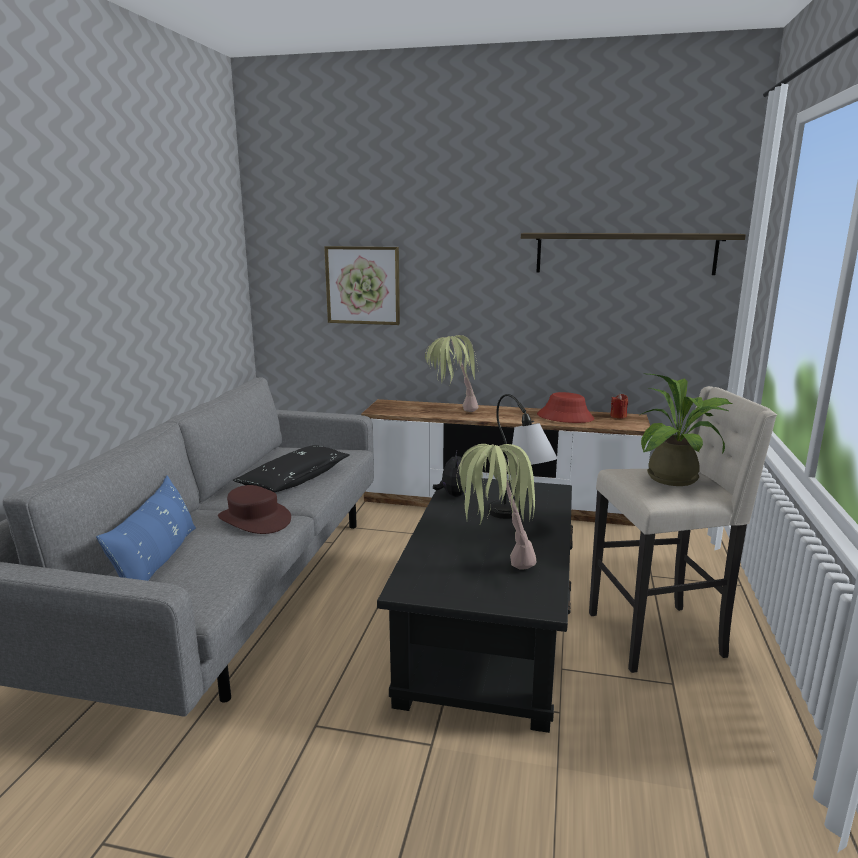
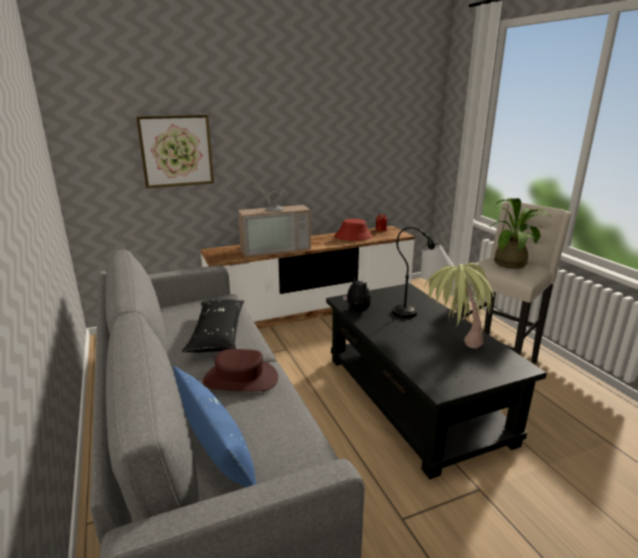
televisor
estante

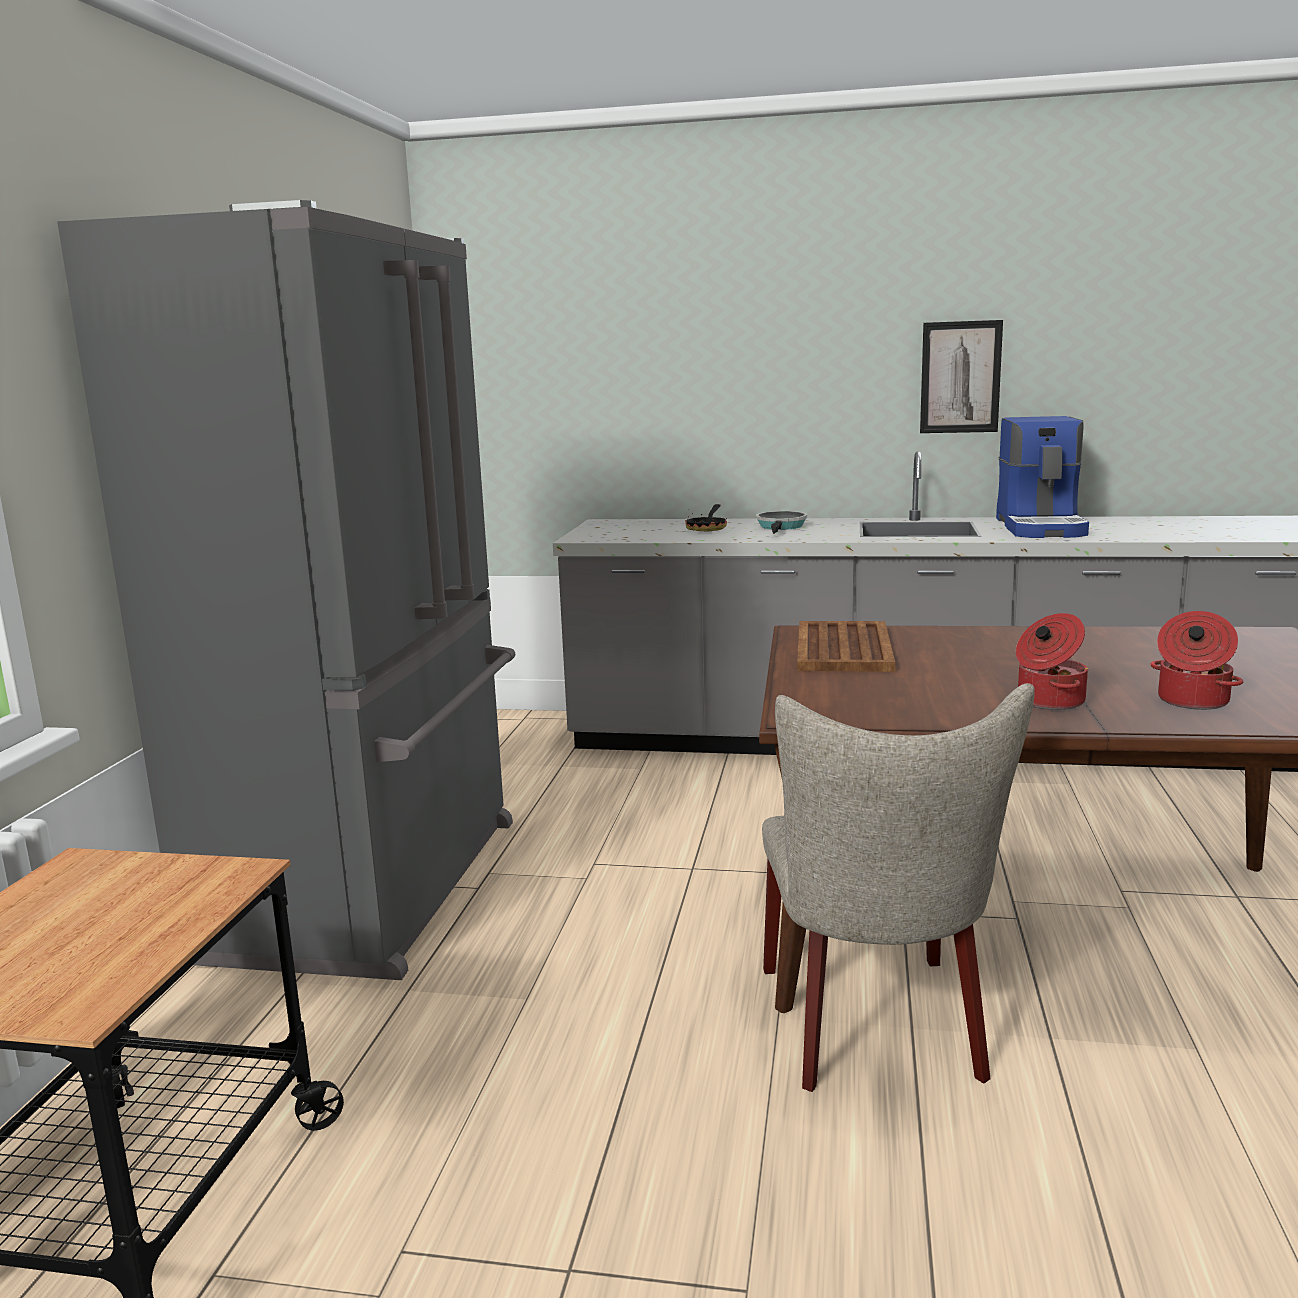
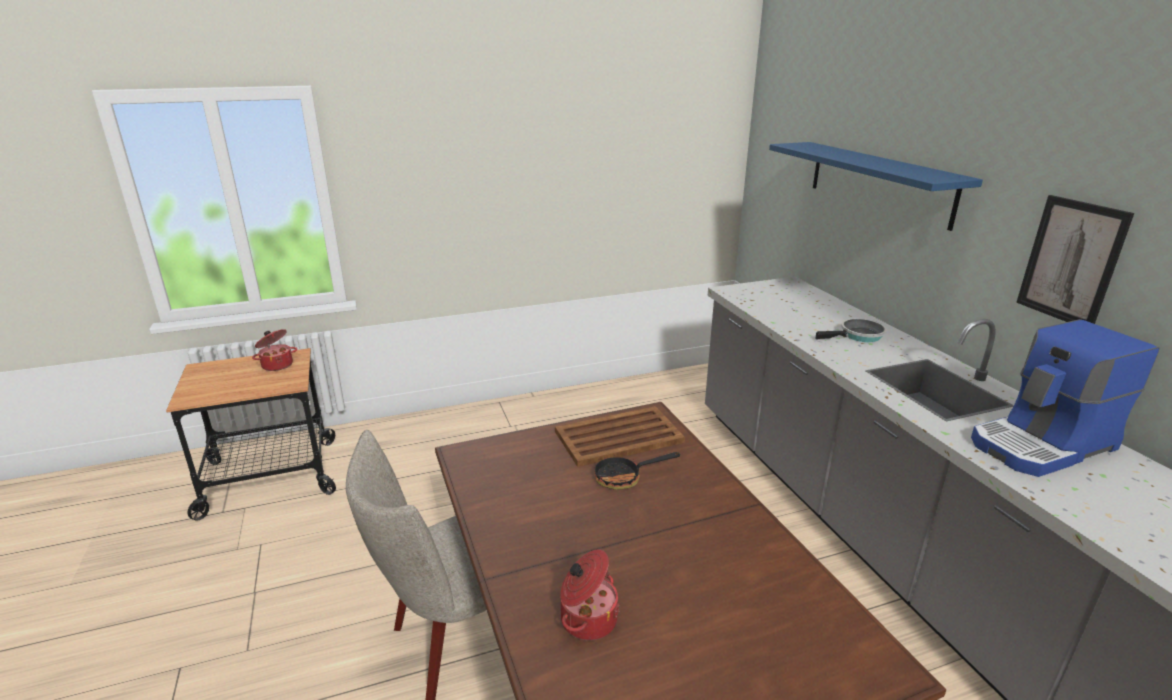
nevera (gris)
sartén (no. 1 from left)
olla (no. 1 from left)
estante (azul)

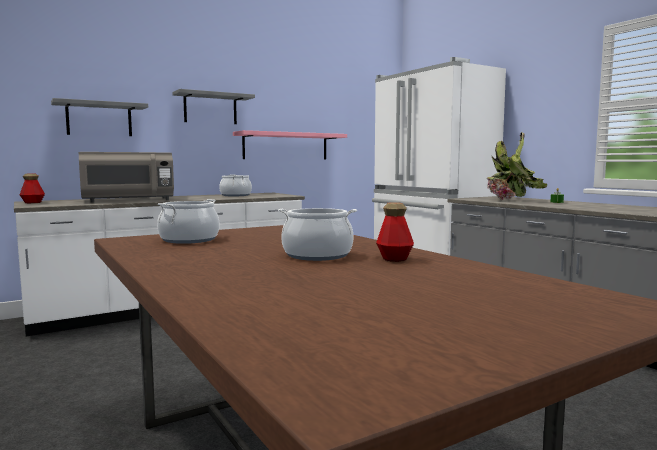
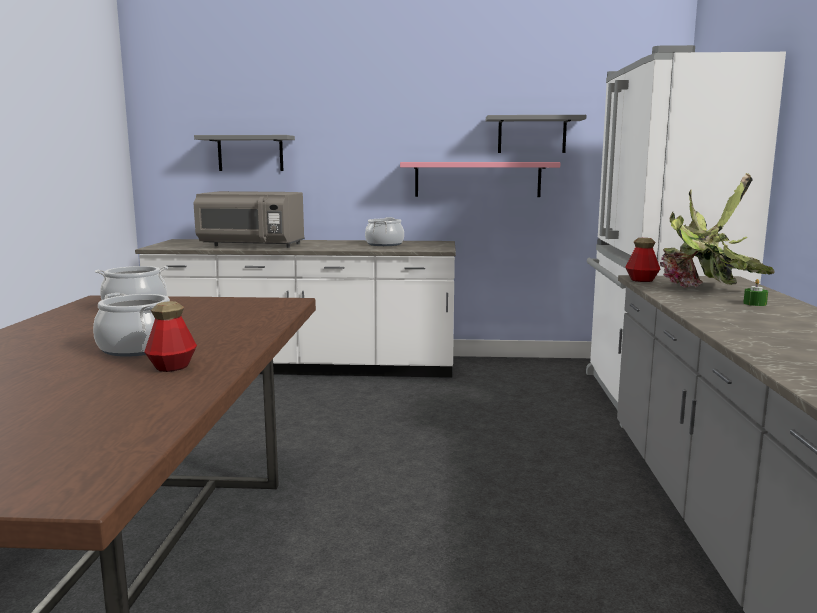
botella (no. 2 from left)
estante (gris) (no. 2 from left)

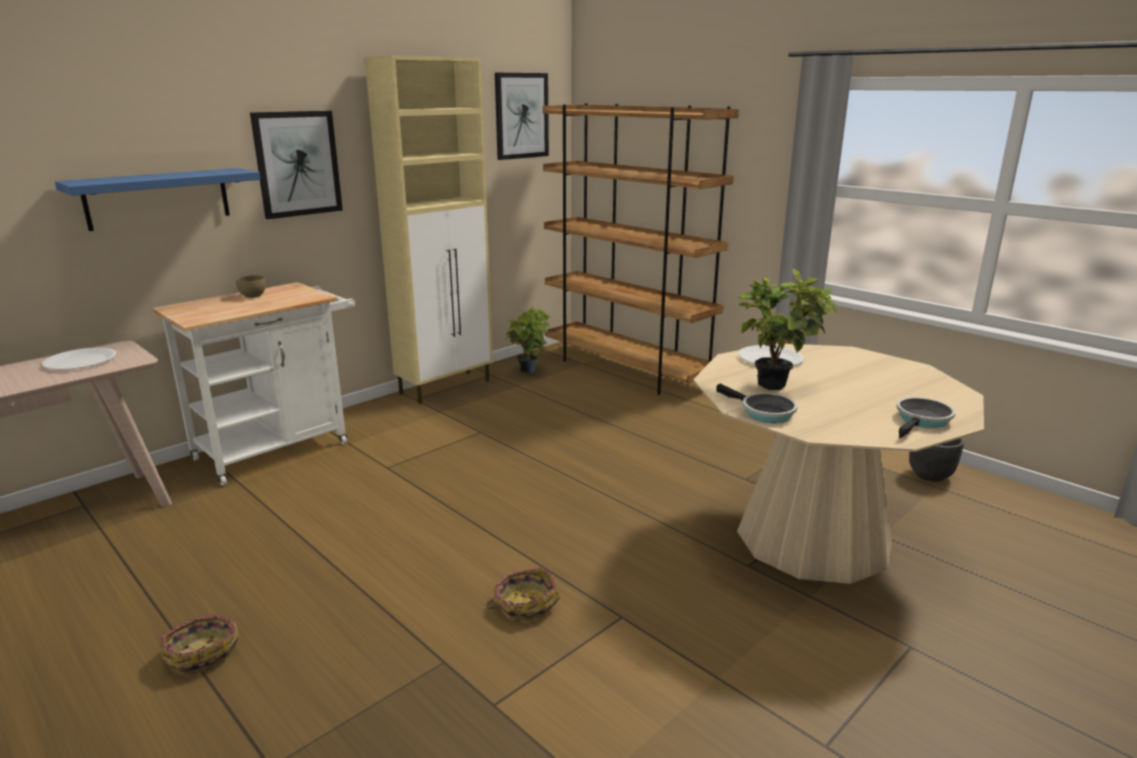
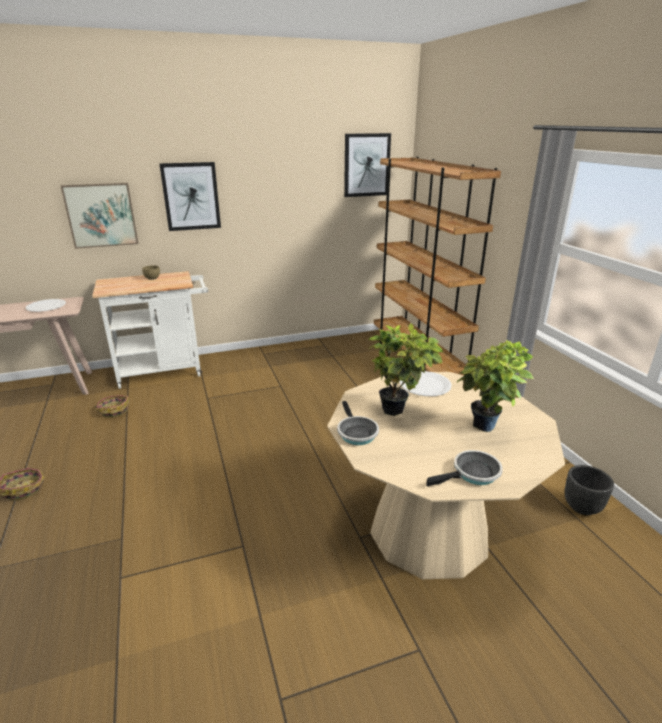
cuadro (no. 1 from left)
armario (beis)
cesta (no. 2 from left)
planta en maceta (no. 2 from left)

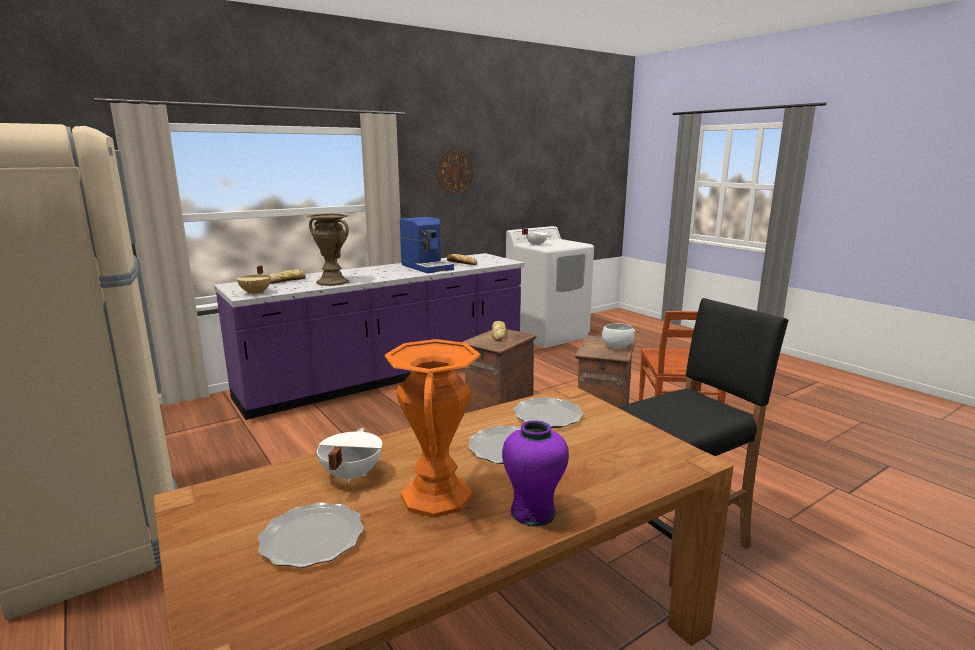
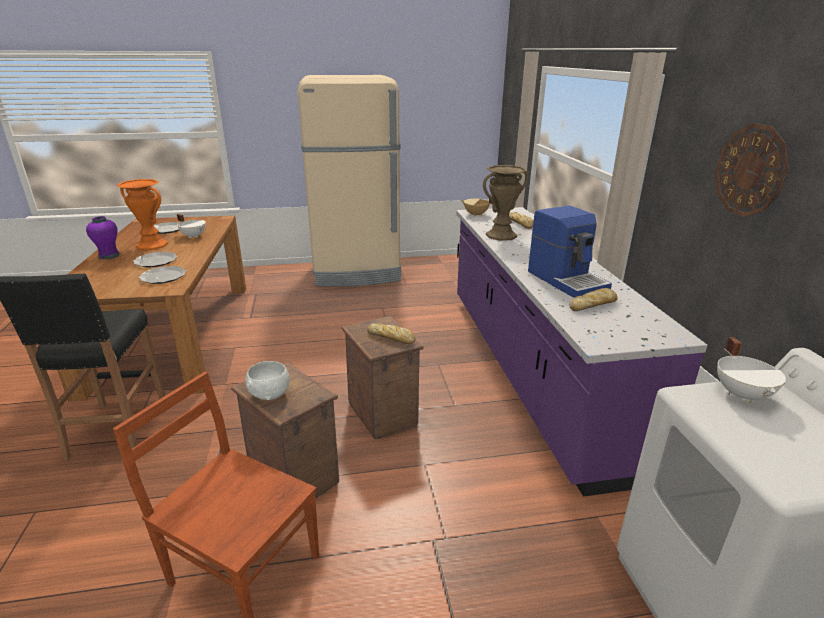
cafetera

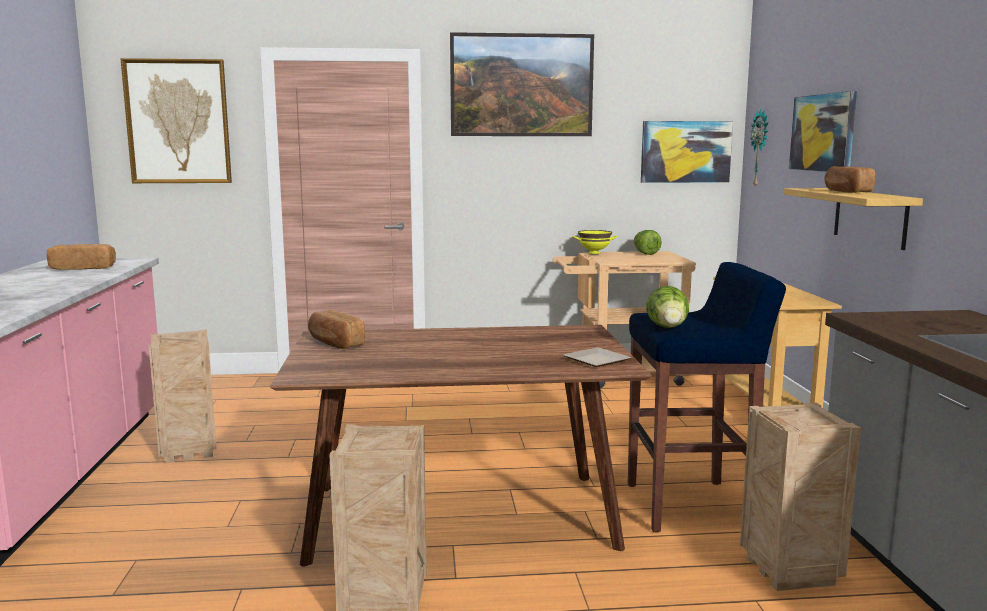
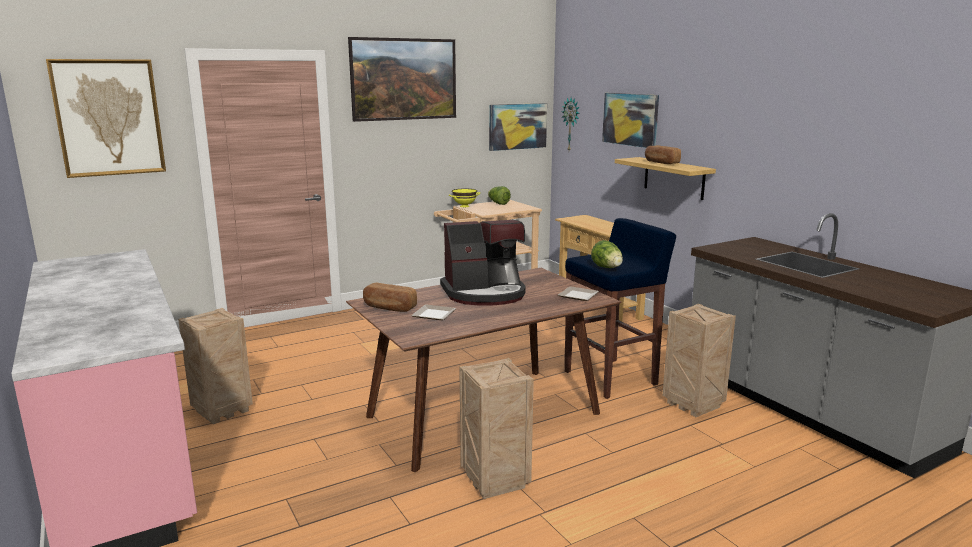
pan (no. 1 from left in the first image)
plato (no. 1 from left)
cafetera

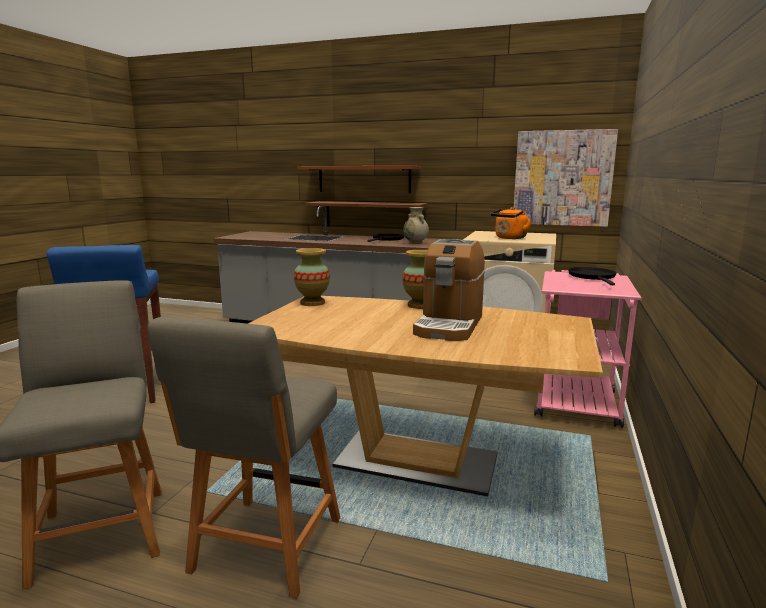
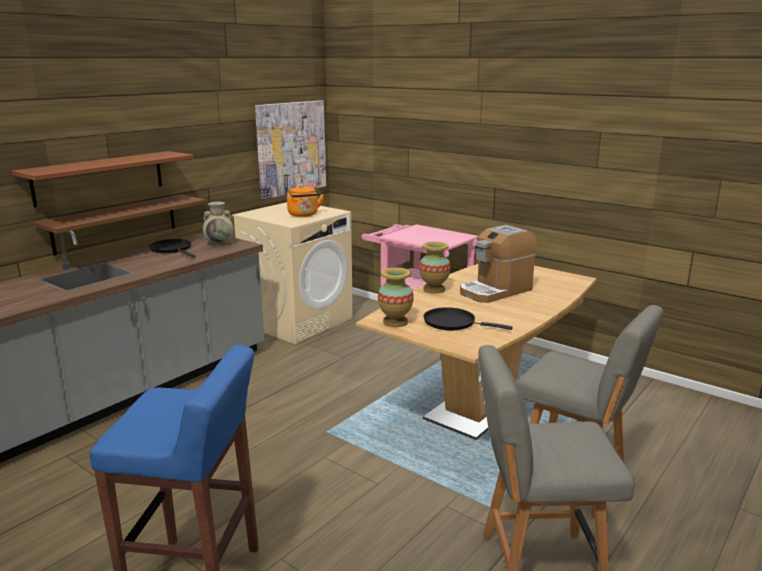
cafetera
sartén (negro) (no. 2 from left)

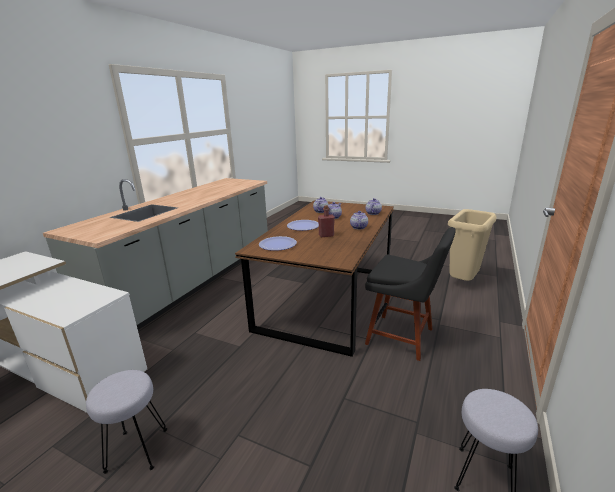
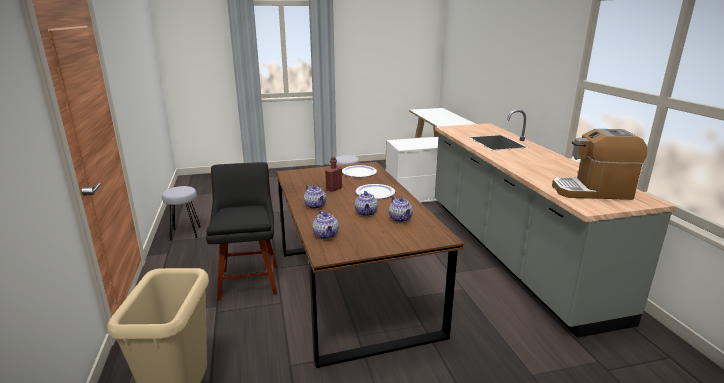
silla (negro)
cafetera

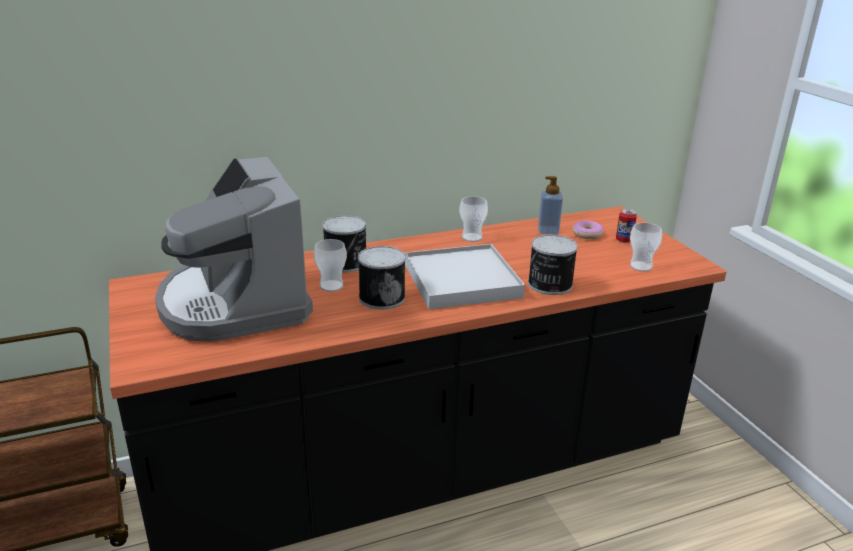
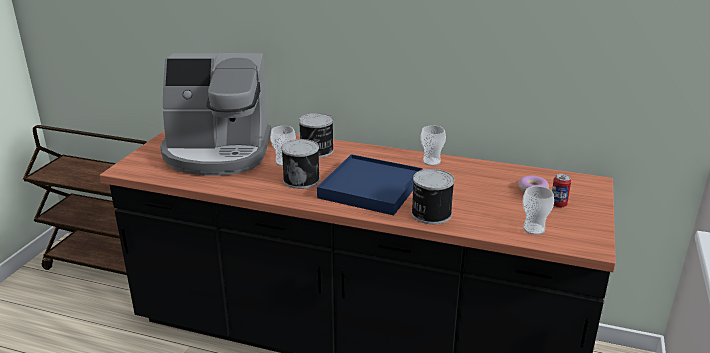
cafetera
bandeja (azul)
dispensador de jabón

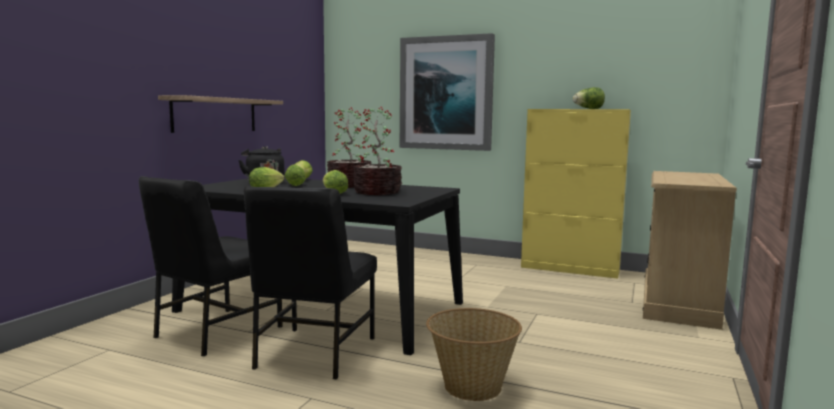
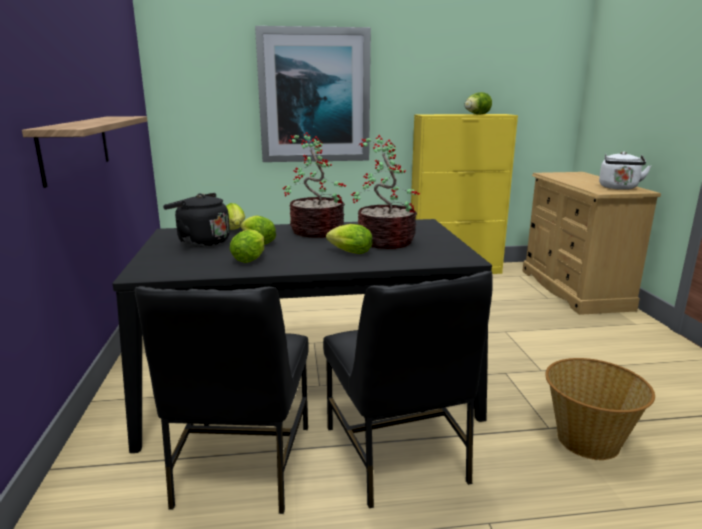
hervidor (blanco)

